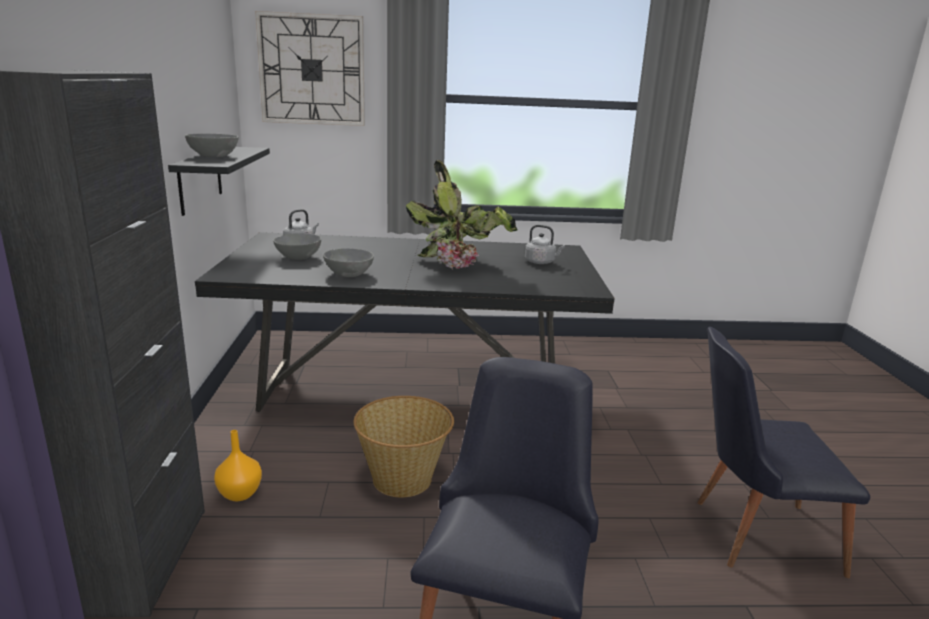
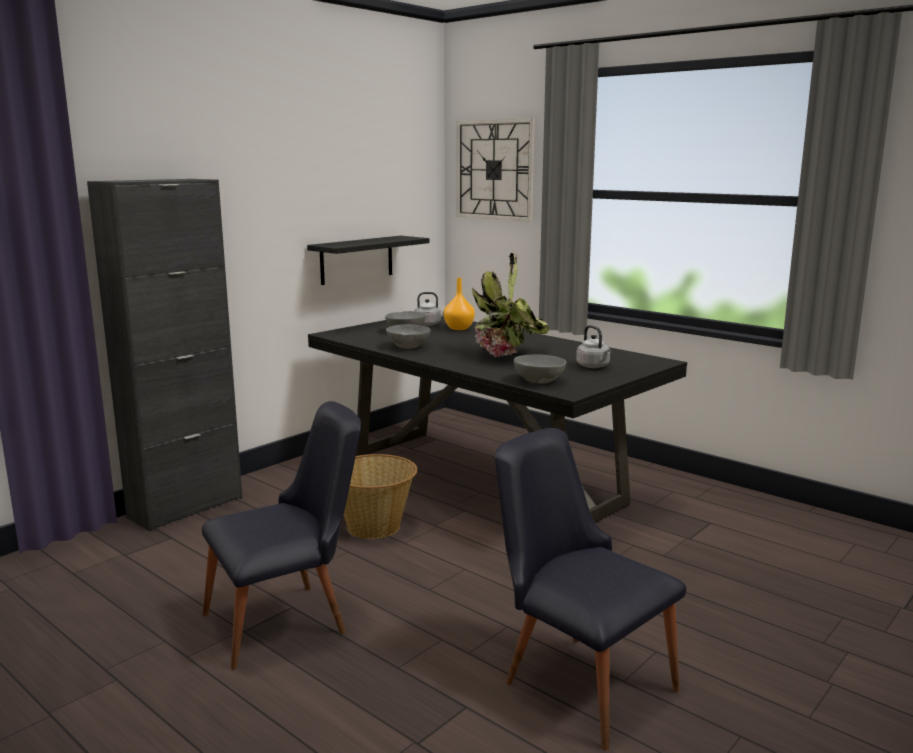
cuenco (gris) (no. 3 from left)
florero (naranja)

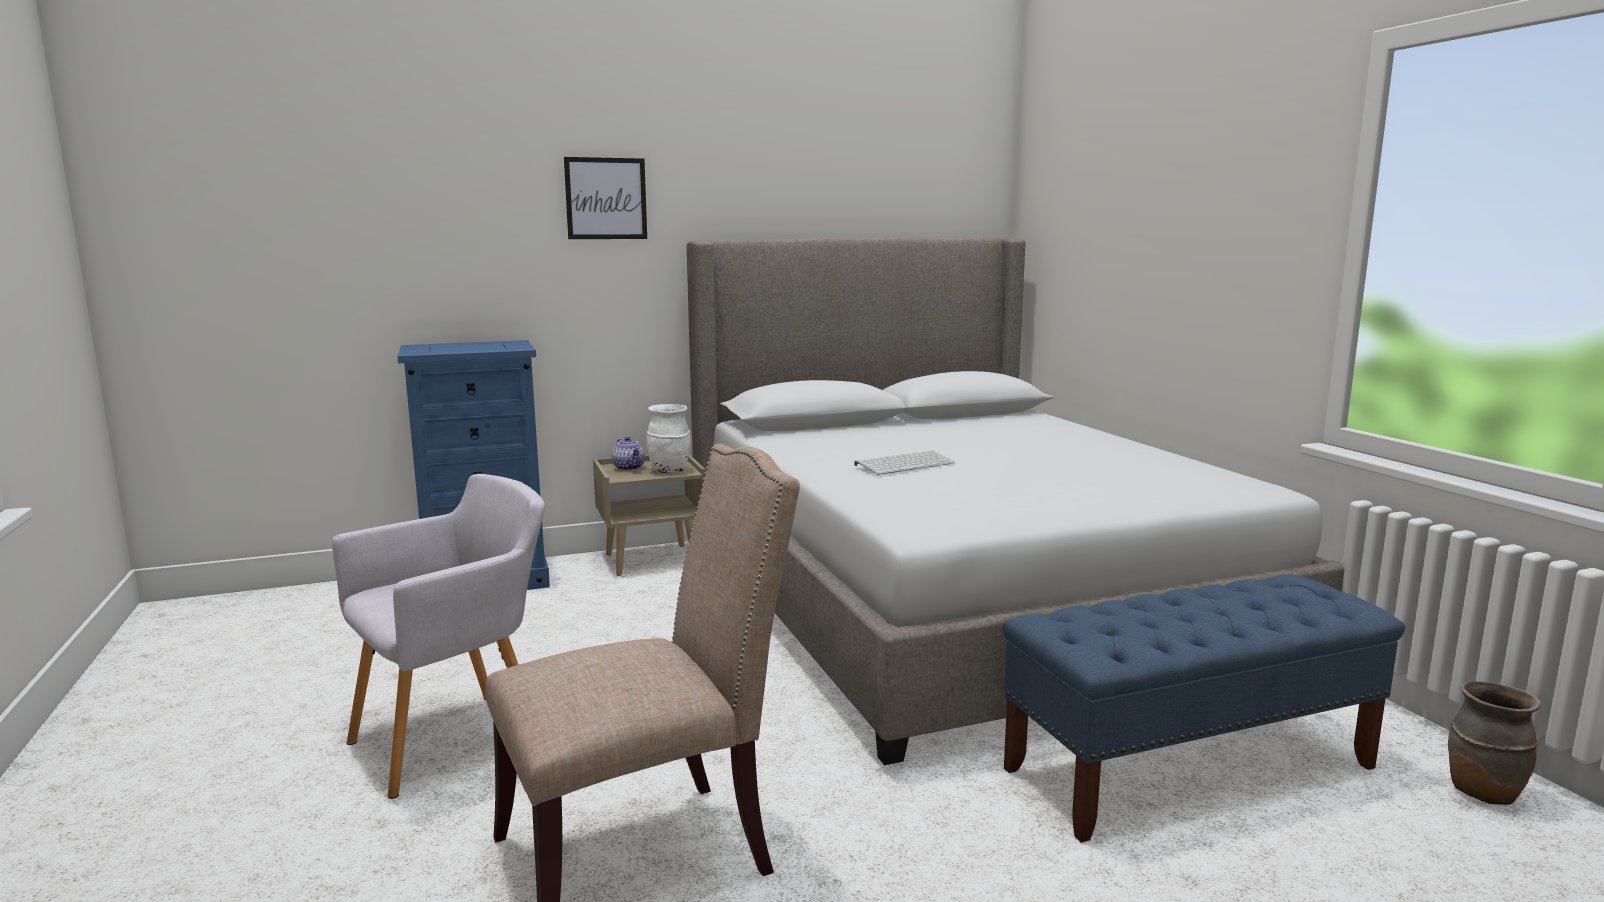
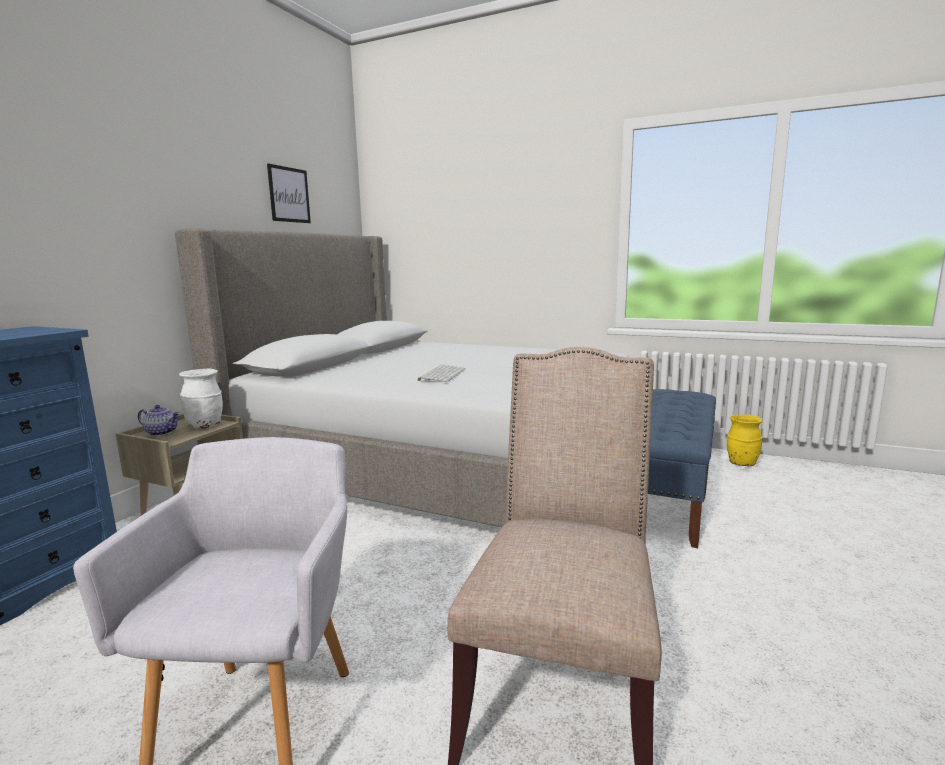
cuadro
florero (amarillo)

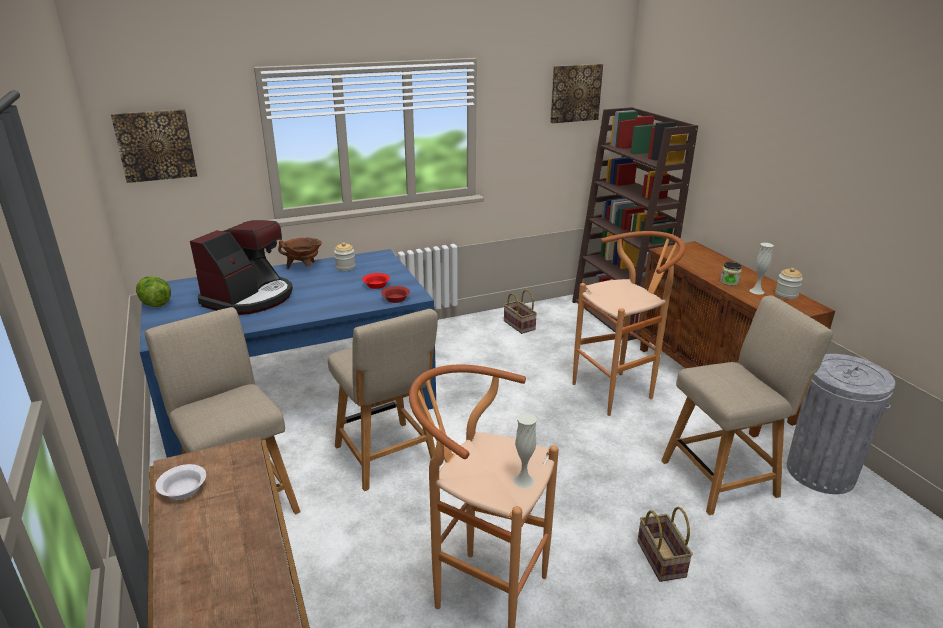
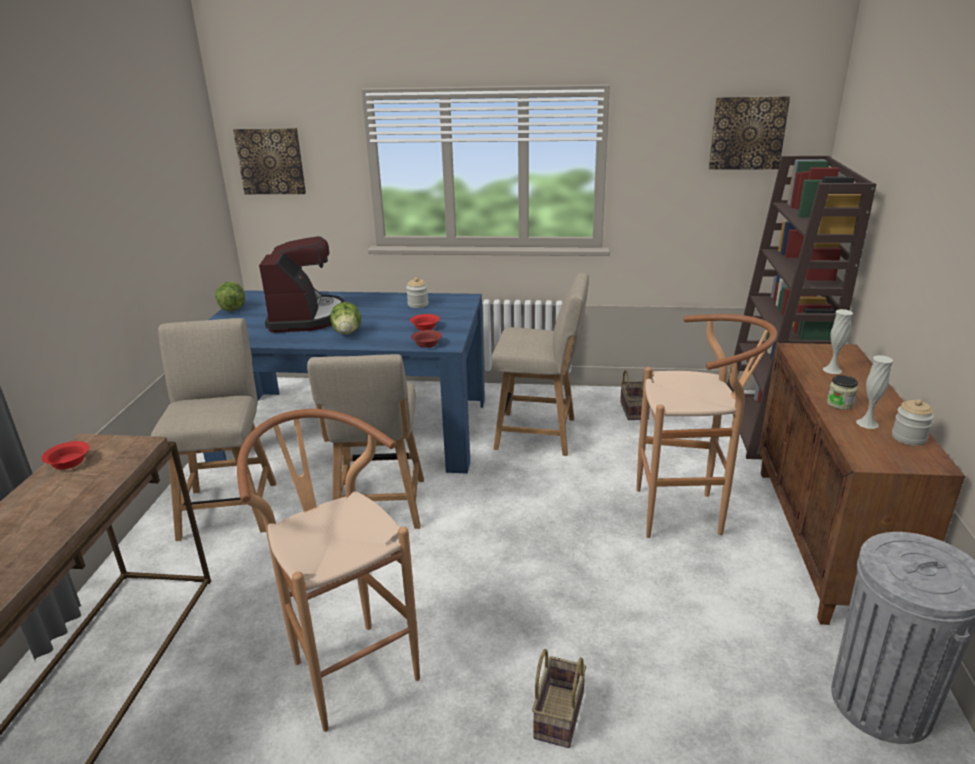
cuenco (rojo) (no. 1 from left)
cafetera
olla (marrón)
florero (blanco) (no. 1 from left)
silla (beis) (no. 3 from left)
lechuga (no. 2 from left)

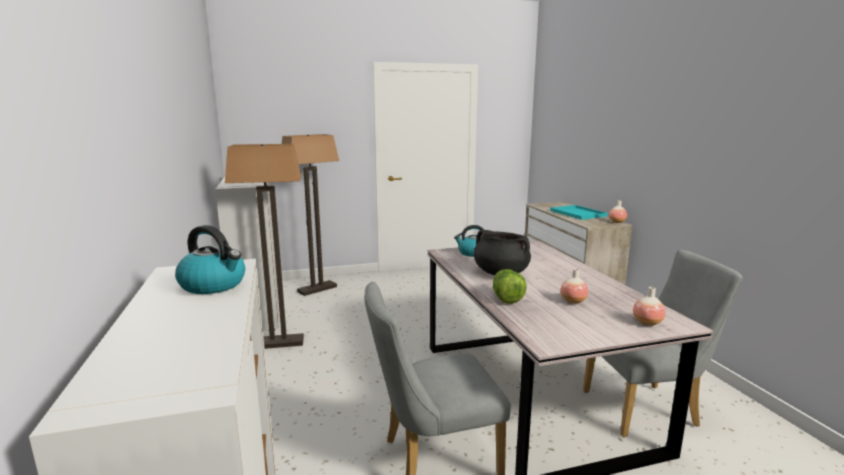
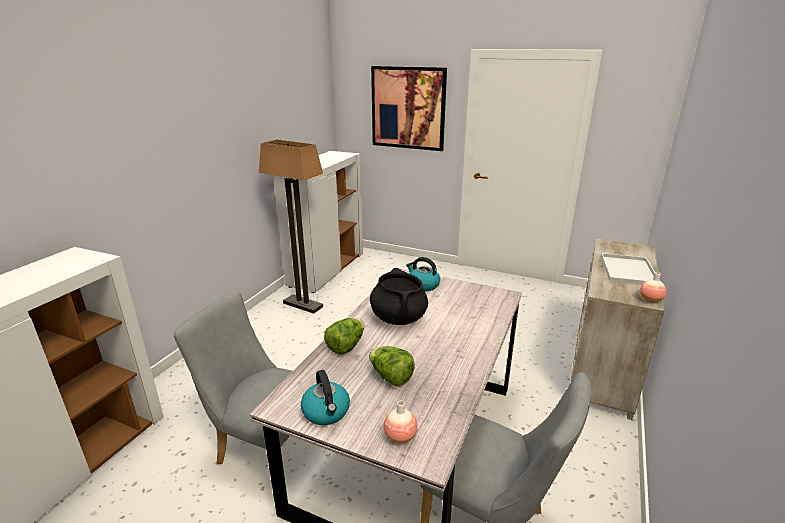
hervidor (no. 1 from left)
lámpara de pie (no. 2 from left in the first image)
bandeja (blanco)
lechuga (no. 2 from left)
cuadro

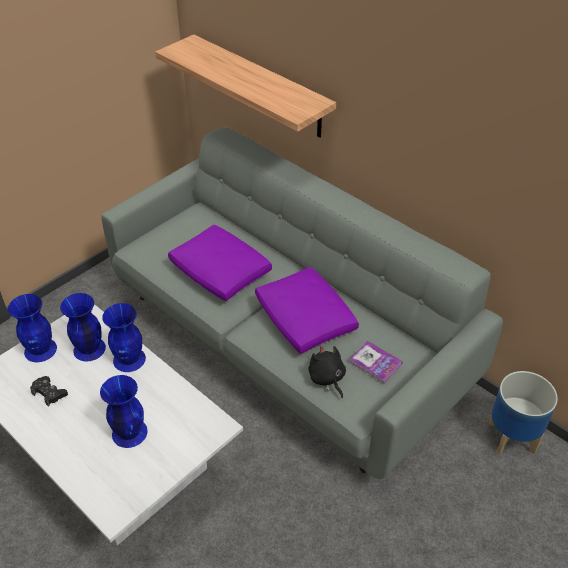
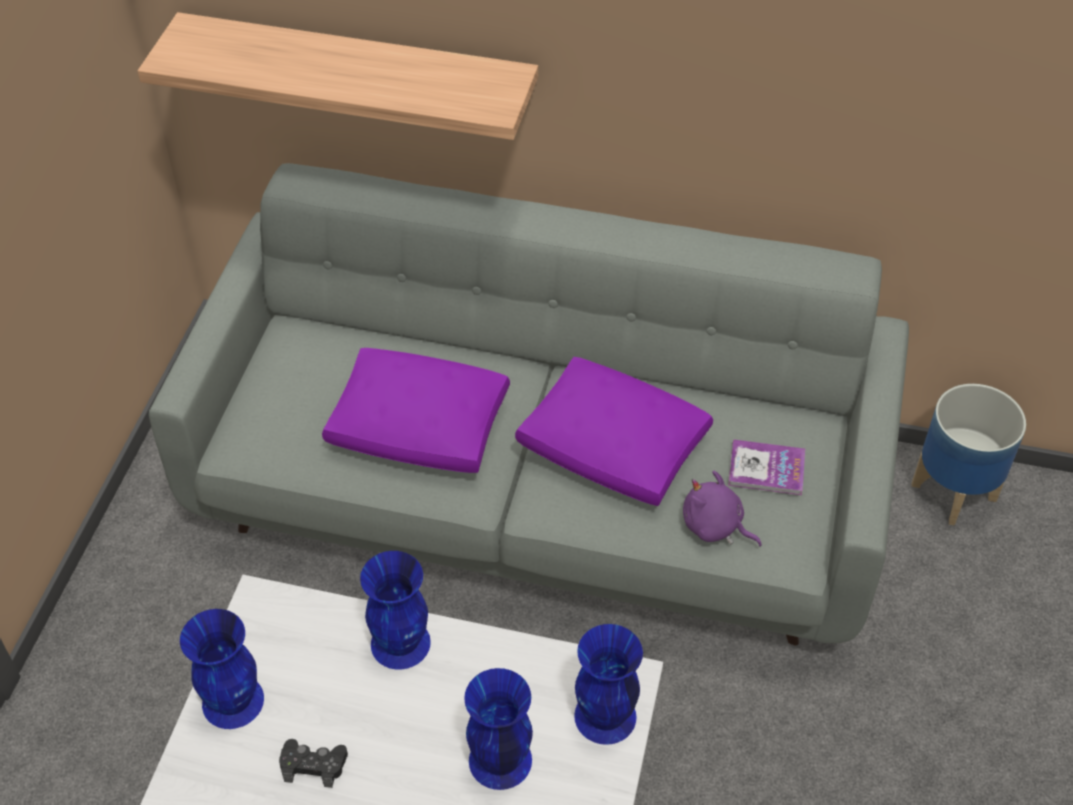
florero (azul) (no. 4 from left)
peluche (morado)

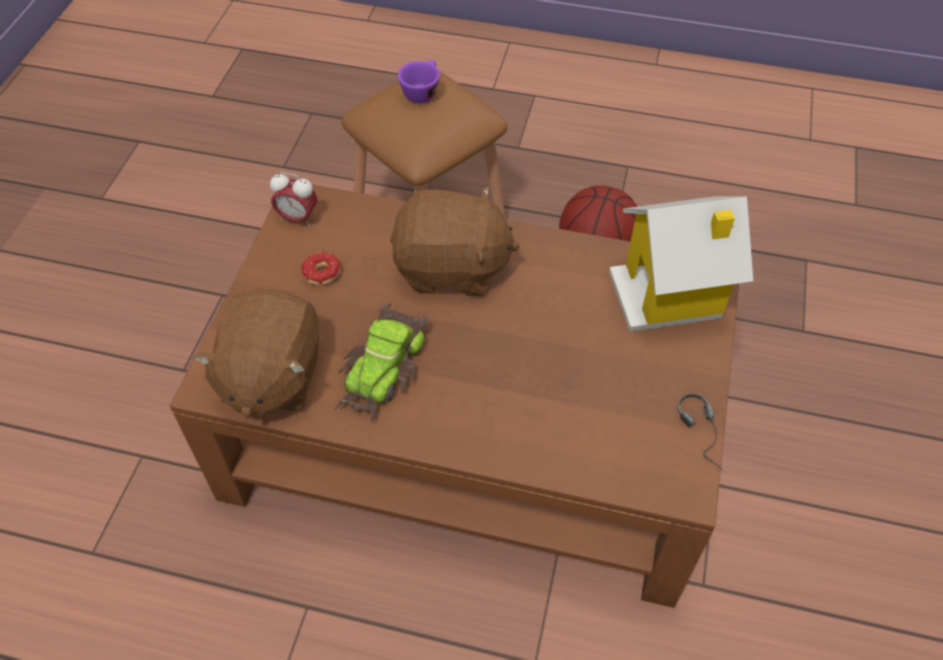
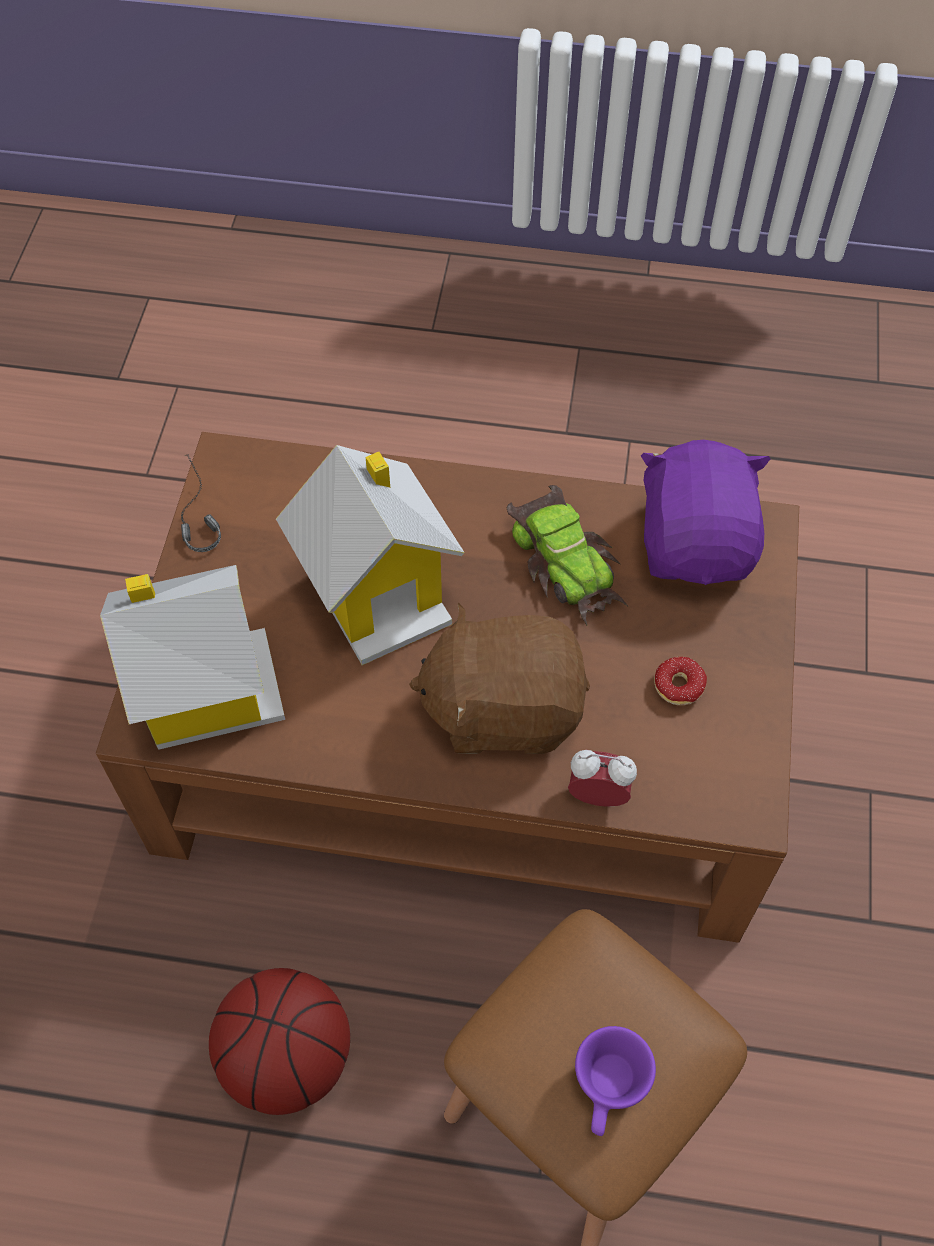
peluche (morado)
despertador
coche de juguete
casita (no. 2 from left)

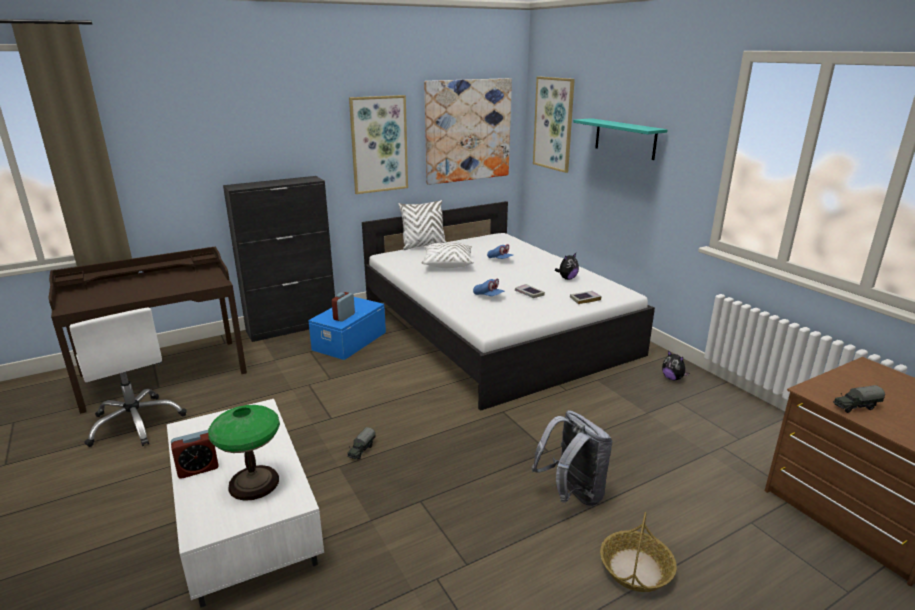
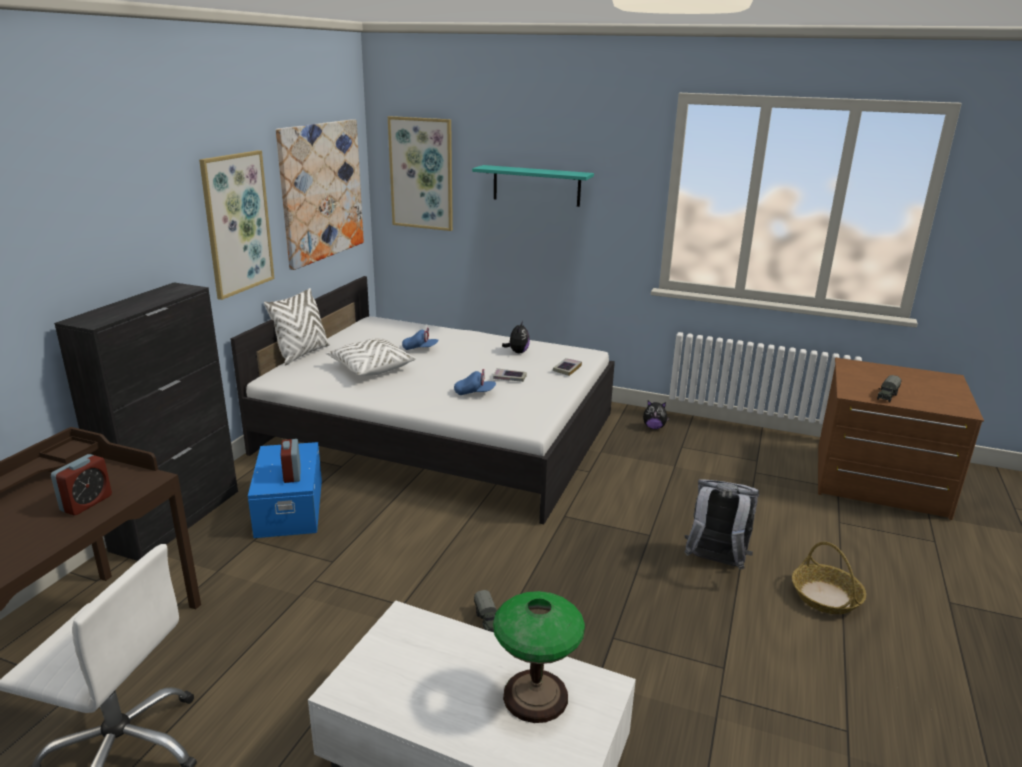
despertador (no. 1 from left)

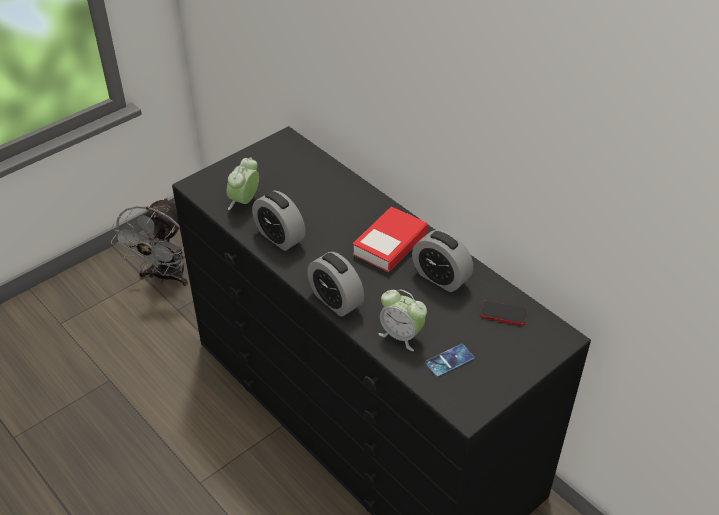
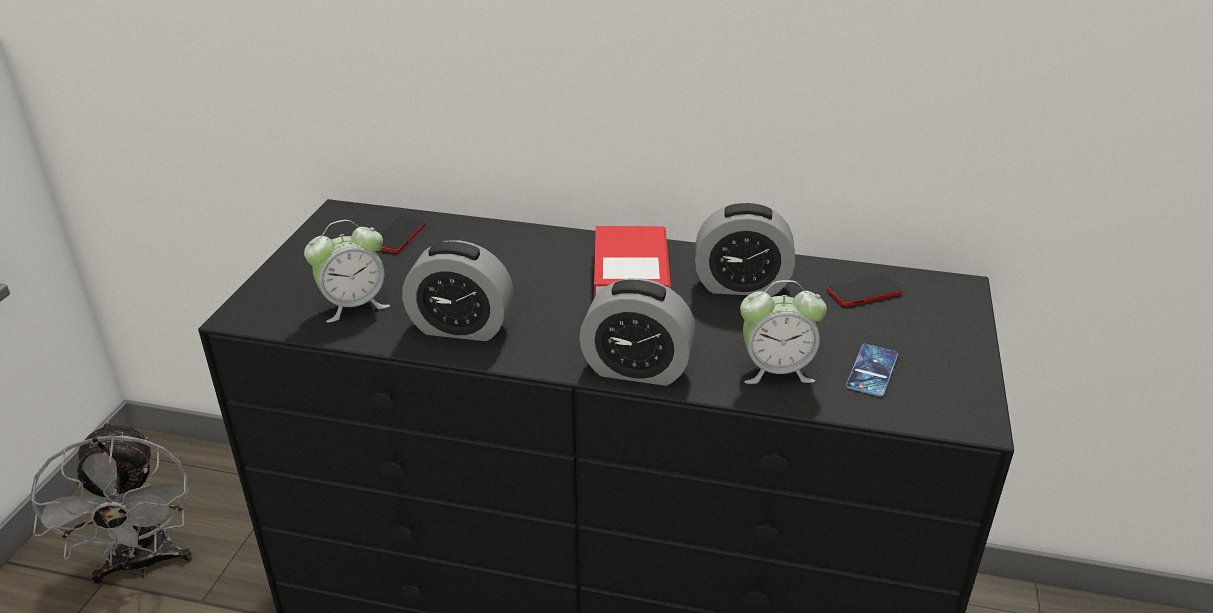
despertador (no. 1 from left)
móvil (no. 1 from left)

